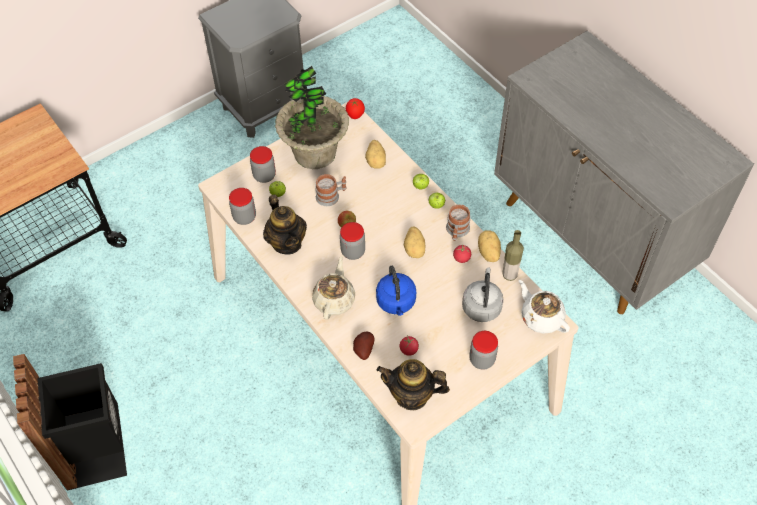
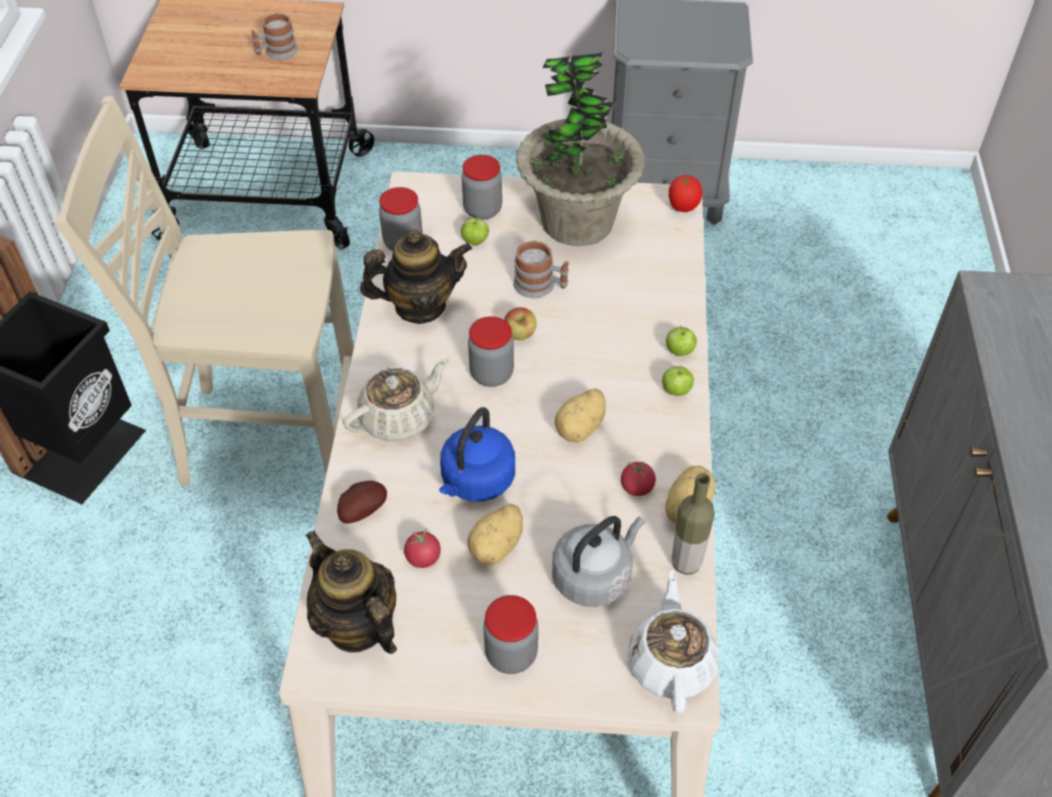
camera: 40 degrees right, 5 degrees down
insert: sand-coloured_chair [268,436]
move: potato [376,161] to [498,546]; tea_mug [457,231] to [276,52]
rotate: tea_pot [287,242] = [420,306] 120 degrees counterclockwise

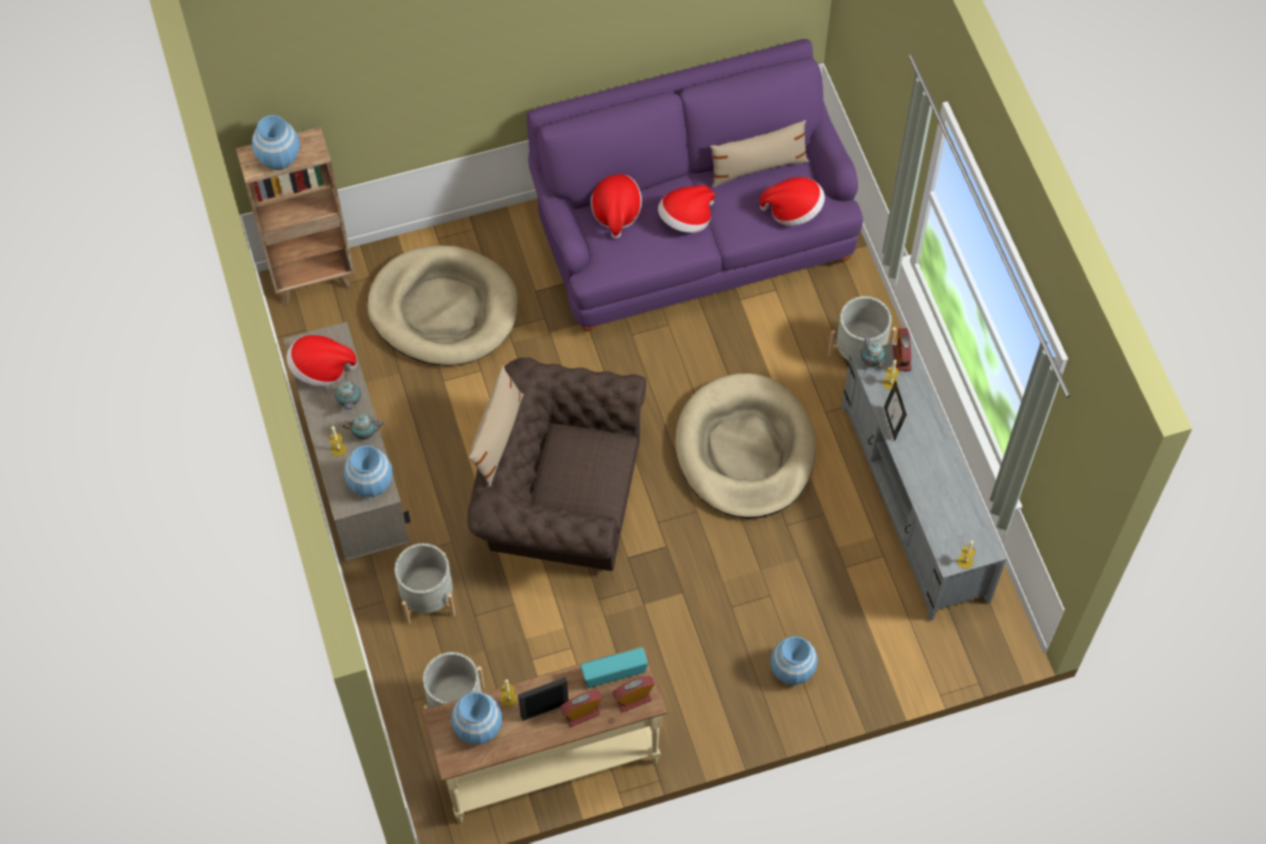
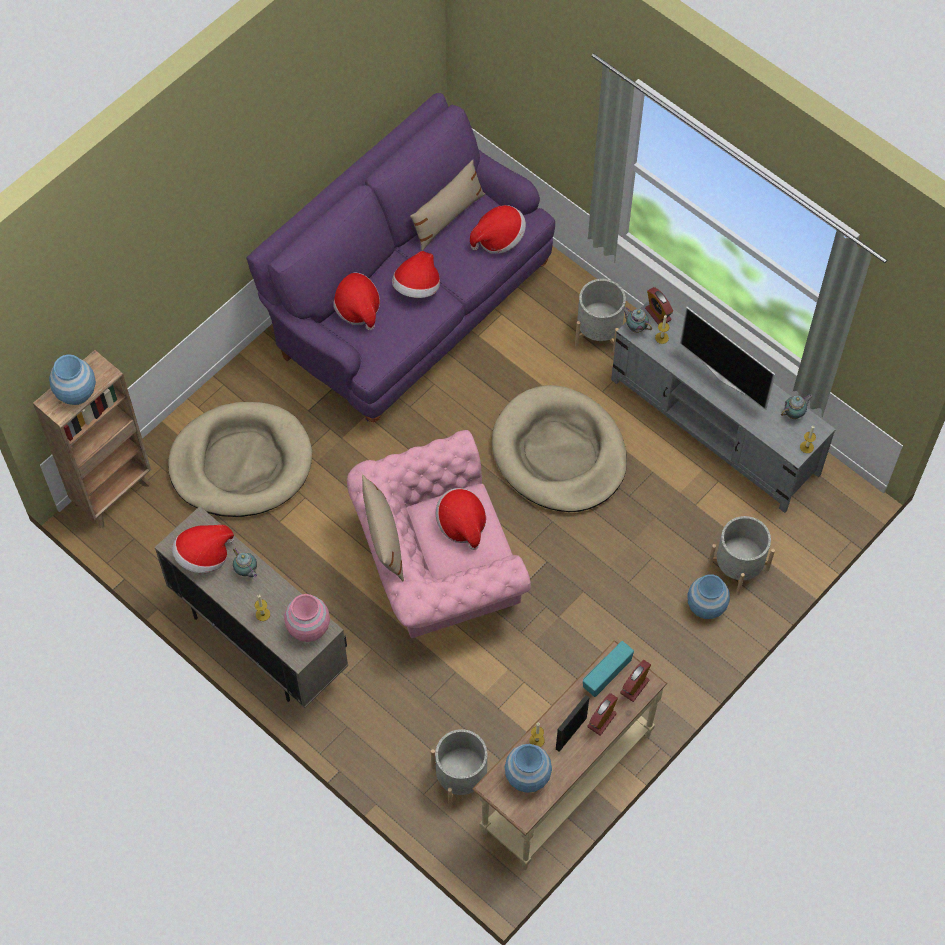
camera: 30 degrees left, 0 degrees up
delete: standing_frame [892,423]
insert: wearable_hat [461,524]; TV_set [724,378]
move: tea_pot [366,434] to [794,413]; grey_flower_pot [427,598] to [738,567]
recolor: blue-coloured_decorative_vase [371,483] to pinkish_decorative_vase [308,627]; brownish_armchair [559,498] to pinkish_armchair [437,568]

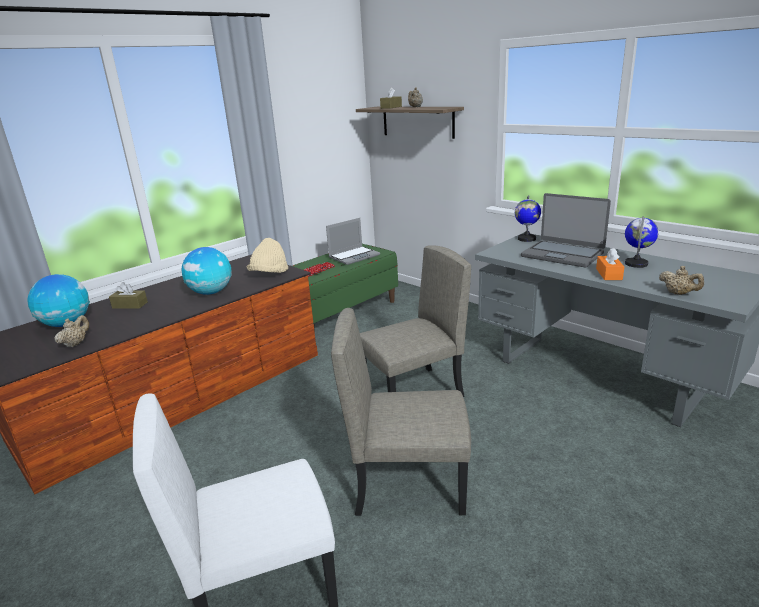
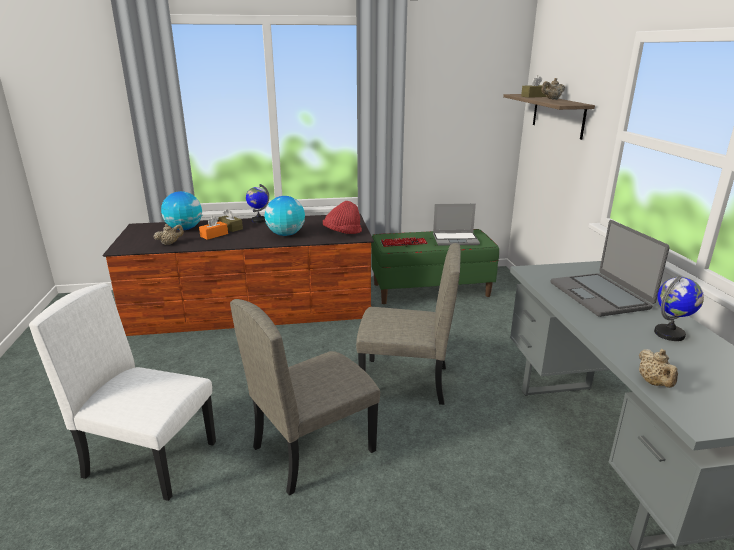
camera: 35 degrees right, 0 degrees up
move: world_globe [526,239] to [258,220]; orangey_tissue_box [609,274] to [214,235]
recolor: sand-coloured_wearable_hat [269,274] to reddish_wearable_hat [342,233]
rotate: sand-coloured_chair [409,483] = [313,448] 75 degrees counterclockwise

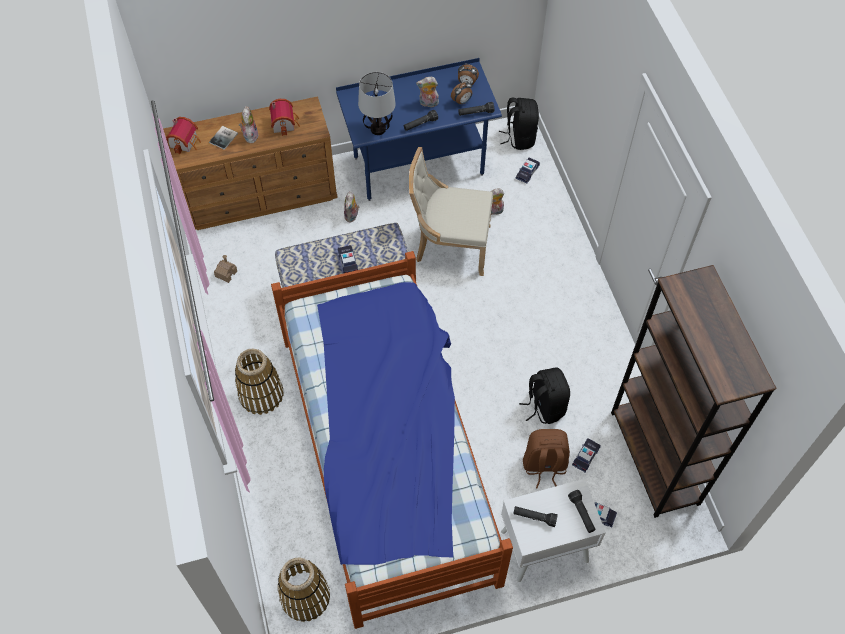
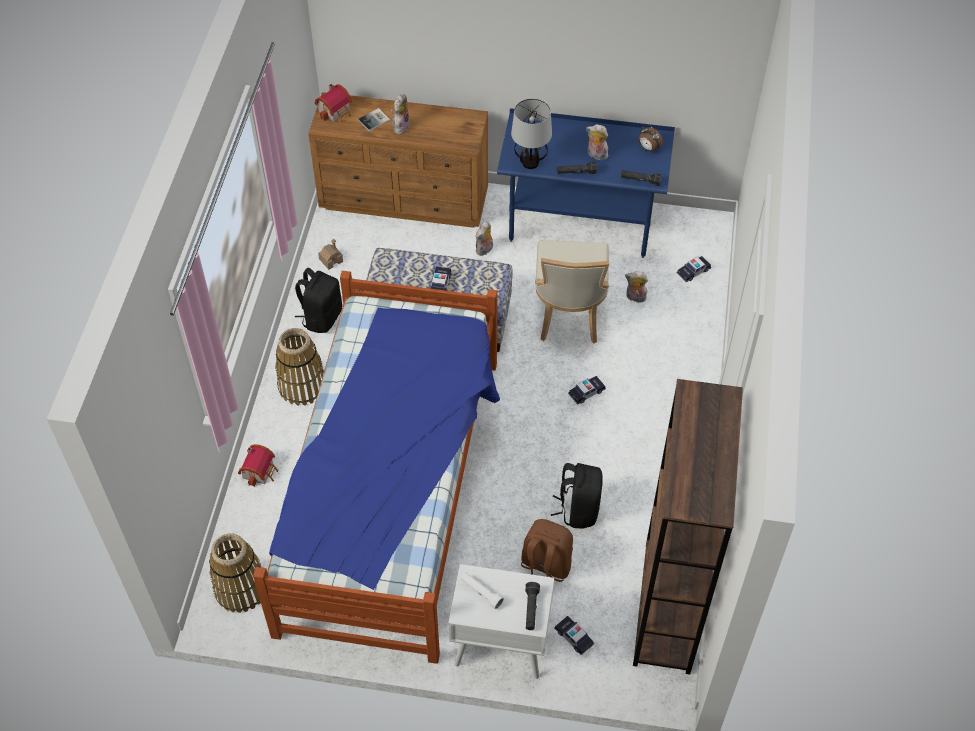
camera: 25 degrees right, 5 degrees down
delete: alarm_clock [462,101]
move: miniature_house [285,123] to [260,471]; black-coloured_rucksack [519,137] to [321,317]; model_car [585,456] to [586,392]
recolor: black-coloured_hand_torch [534,517] to white_hand_torch [481,592]
rotate: sand-coloured_chair [449,245] = [569,314] 120 degrees counterclockwise

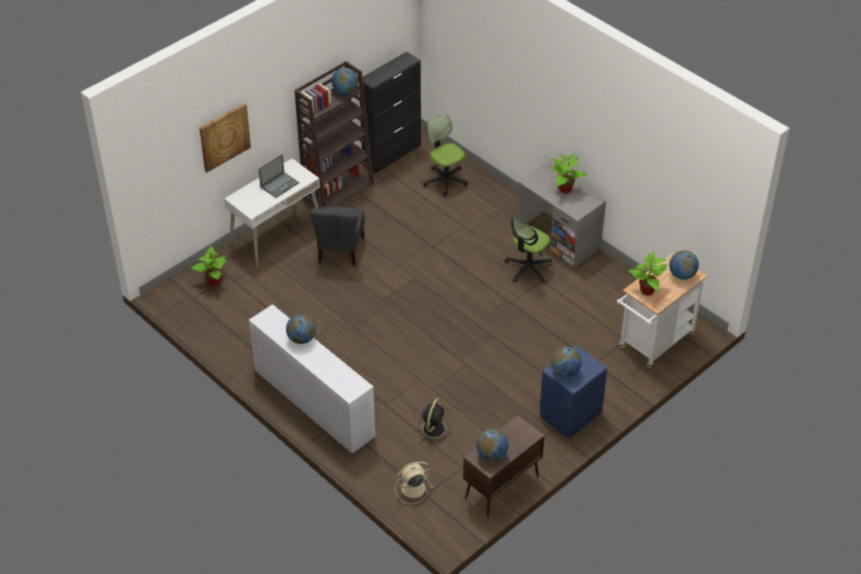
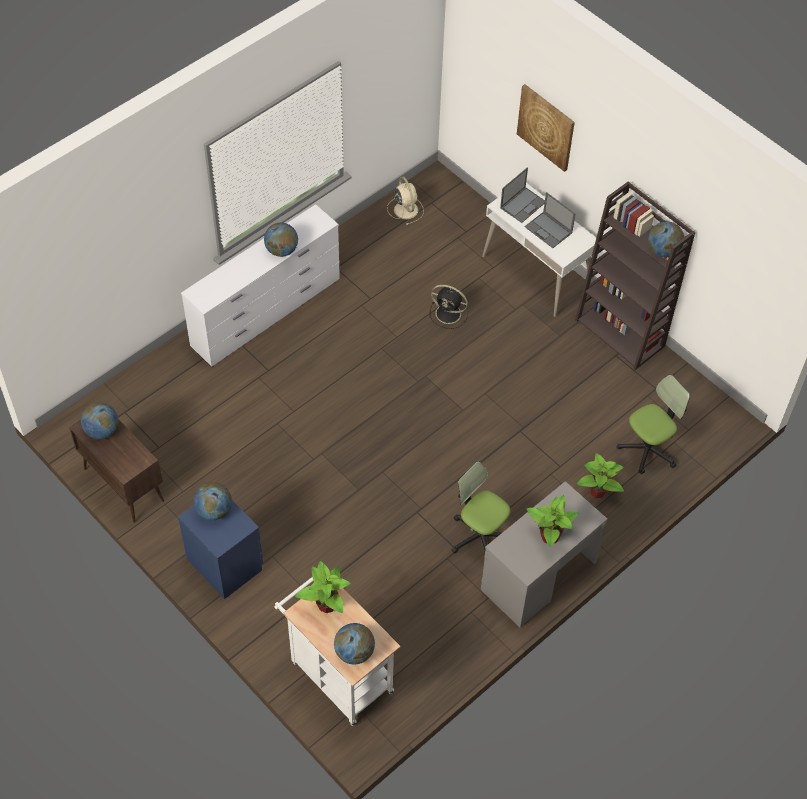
camera: 90 degrees right, 10 degrees up
delete: grey_chair [340,250]; black-coloured_cabinet [392,154]
insert: portable_computer [523,204]
move: houseplant [214,281] to [598,491]; sand-coloured_fan [412,489] to [405,209]; black-coloured_fan [434,428] to [449,314]

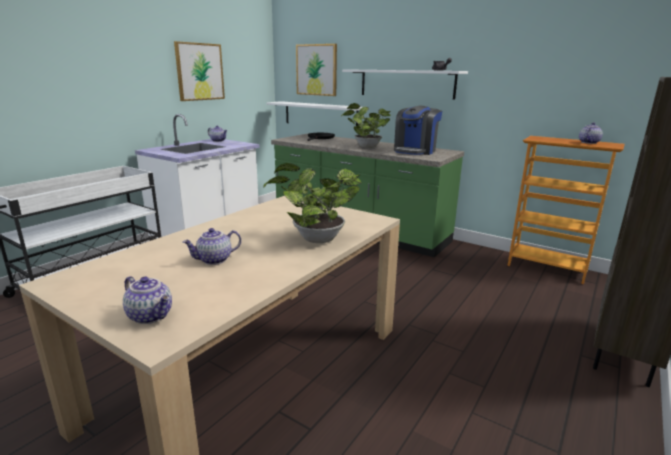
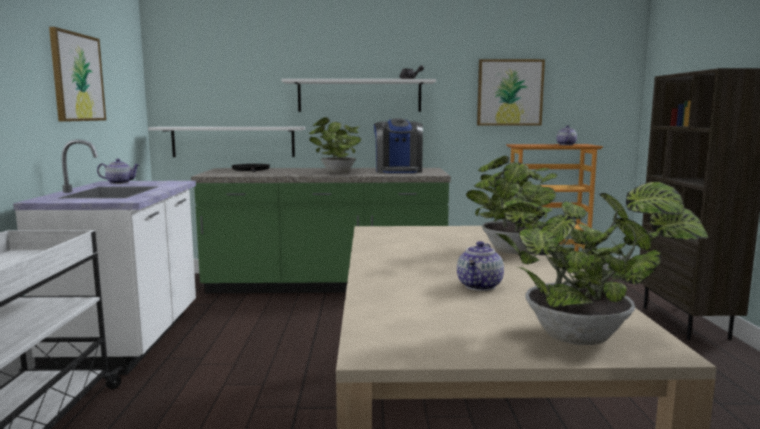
camera: 35 degrees left, 10 degrees down
move: wall_art [316,70] to [510,92]
replace: tea_pot [151,316] to houseplant [585,338]

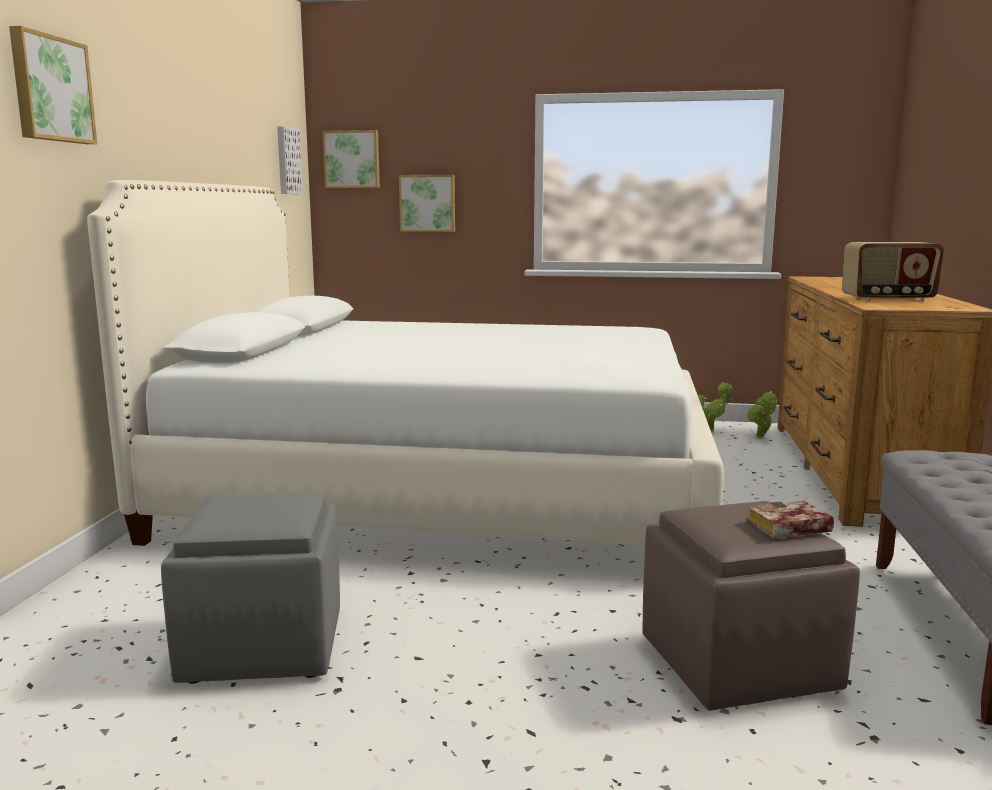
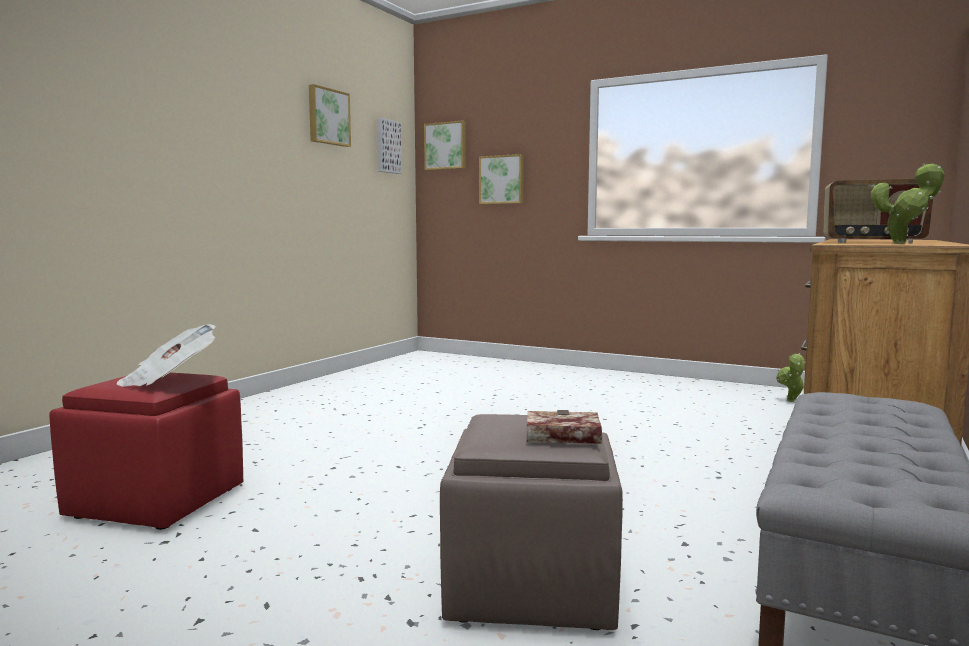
camera: 20 degrees right, 5 degrees down
delete: white_bed [445,492]
insert: daily_paper [169,380]
move: wall_art [50,89] to [328,117]; houseplant [712,431] to [903,244]
recolor: grey_footrest [262,645] to reddish_footrest [156,501]

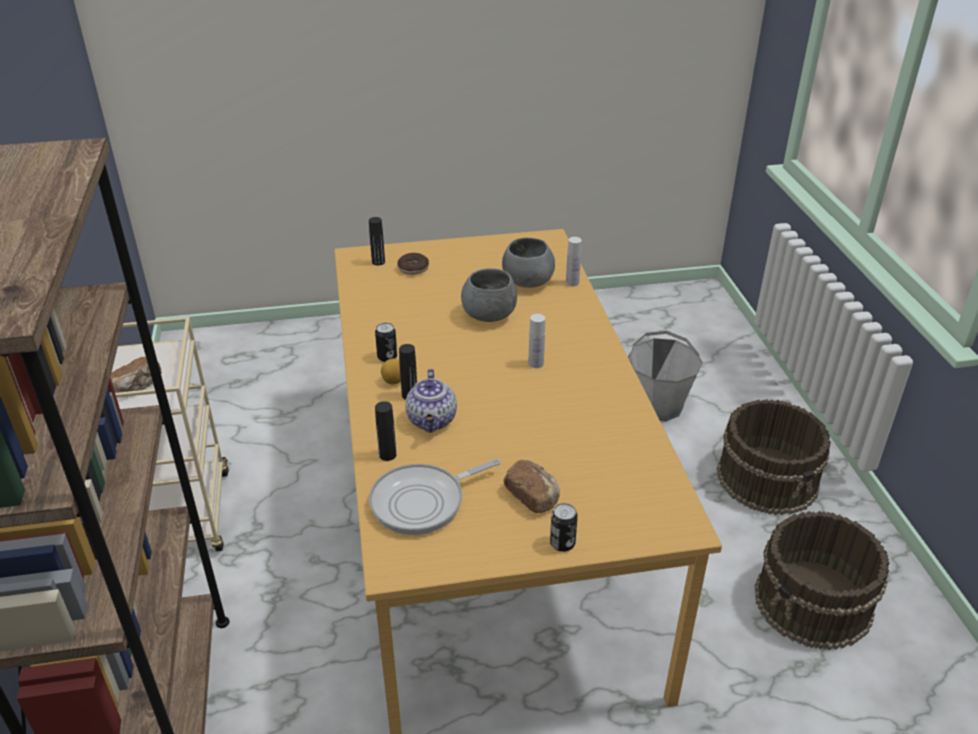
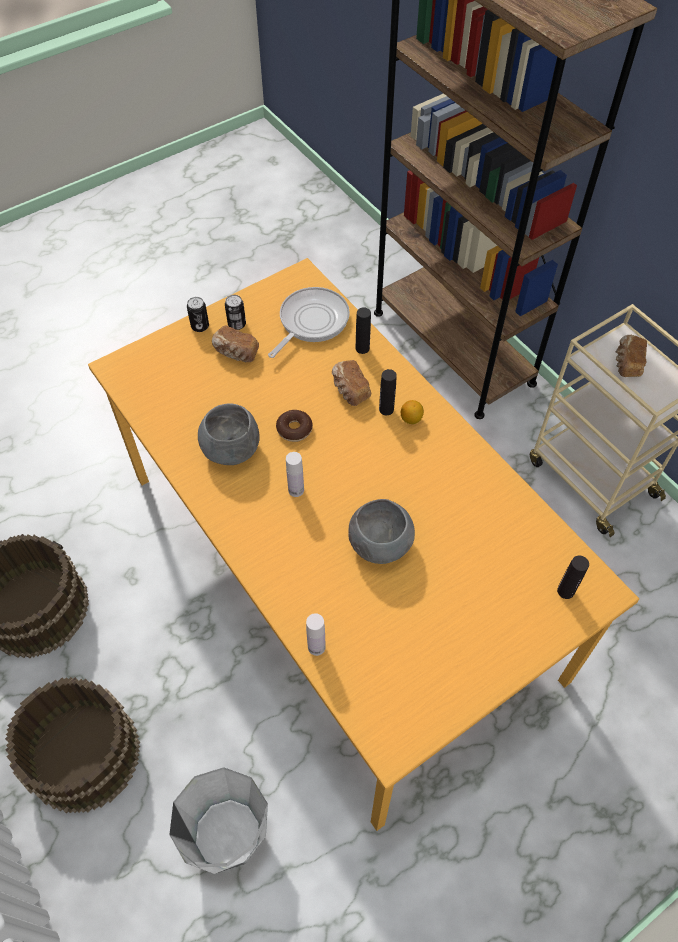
camera: 155 degrees right, 20 degrees up
move: can [387,357] to [237,324]; donut [413,268] to [294,429]; grey_bowl [527,282] to [231,450]
replace: tea_pot [432,421] to bakery_bread [349,390]

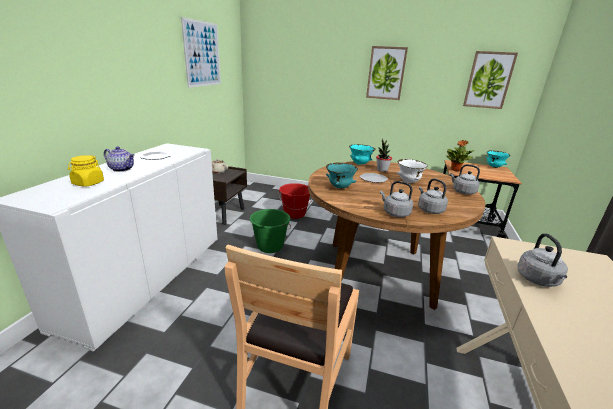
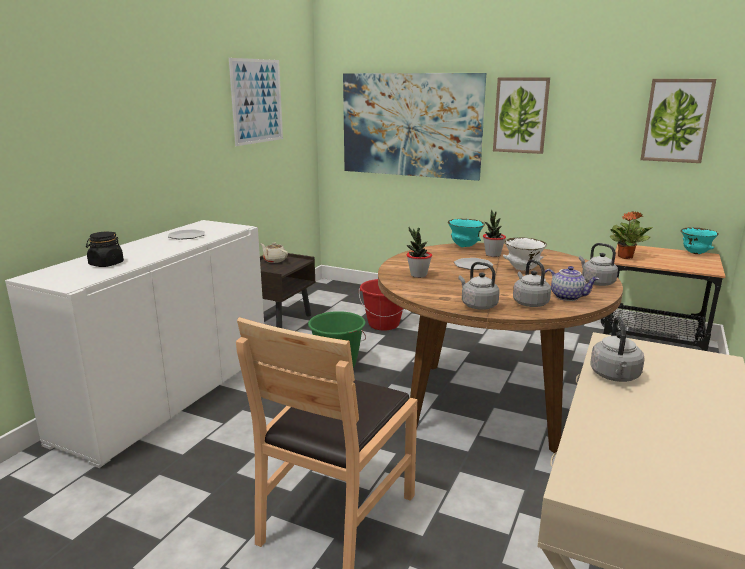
camera: 10 degrees right, 5 degrees down
insert: wall_art [410,125]
move: tea_pot [122,169] to [567,297]
replace: turquoise-coloured_bowl [339,187] to houseplant [418,275]
recolor: yellow-coloured_storage_jar [88,183] to black-coloured_storage_jar [106,264]

